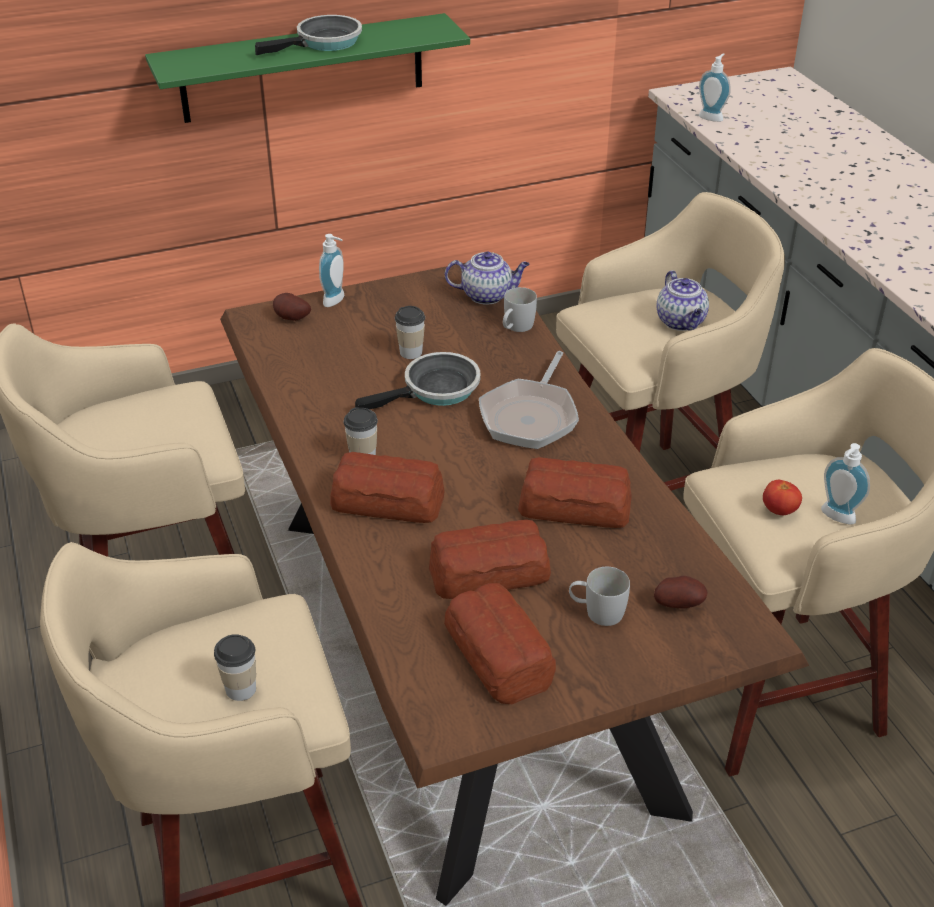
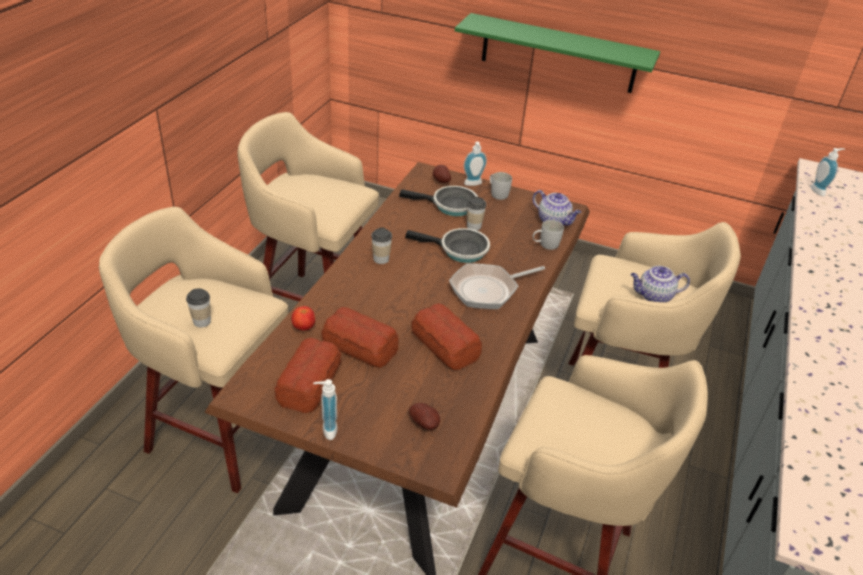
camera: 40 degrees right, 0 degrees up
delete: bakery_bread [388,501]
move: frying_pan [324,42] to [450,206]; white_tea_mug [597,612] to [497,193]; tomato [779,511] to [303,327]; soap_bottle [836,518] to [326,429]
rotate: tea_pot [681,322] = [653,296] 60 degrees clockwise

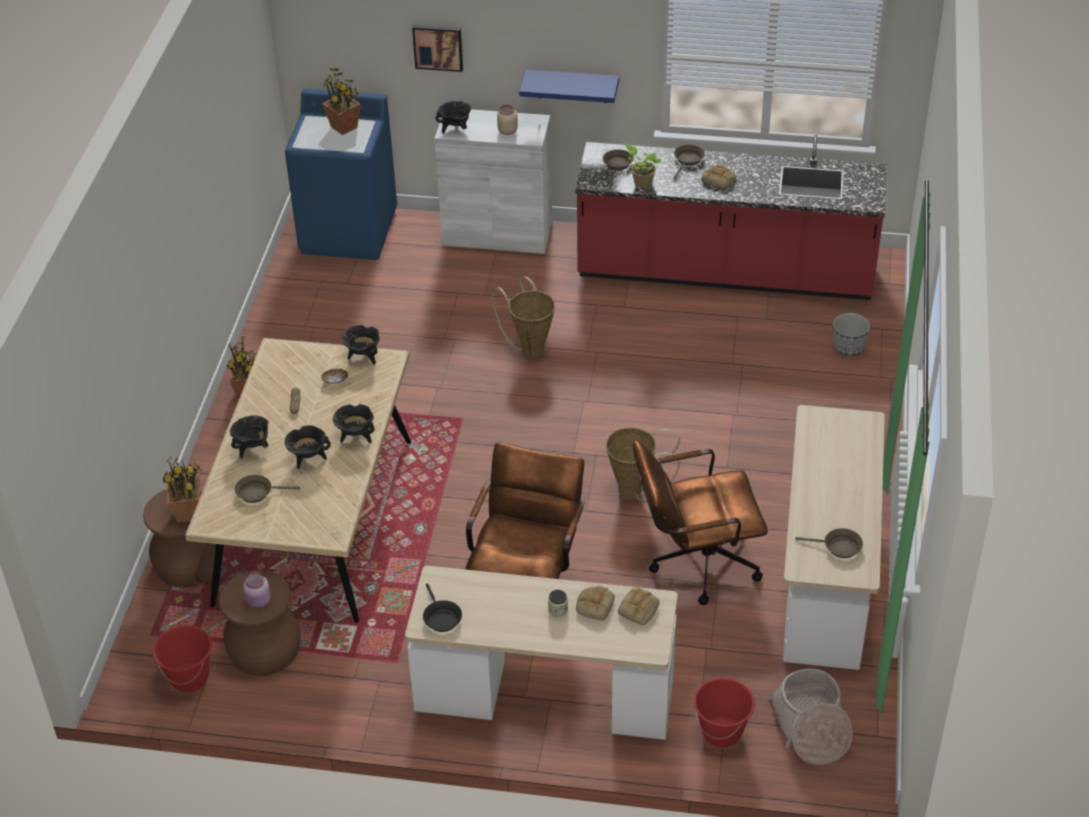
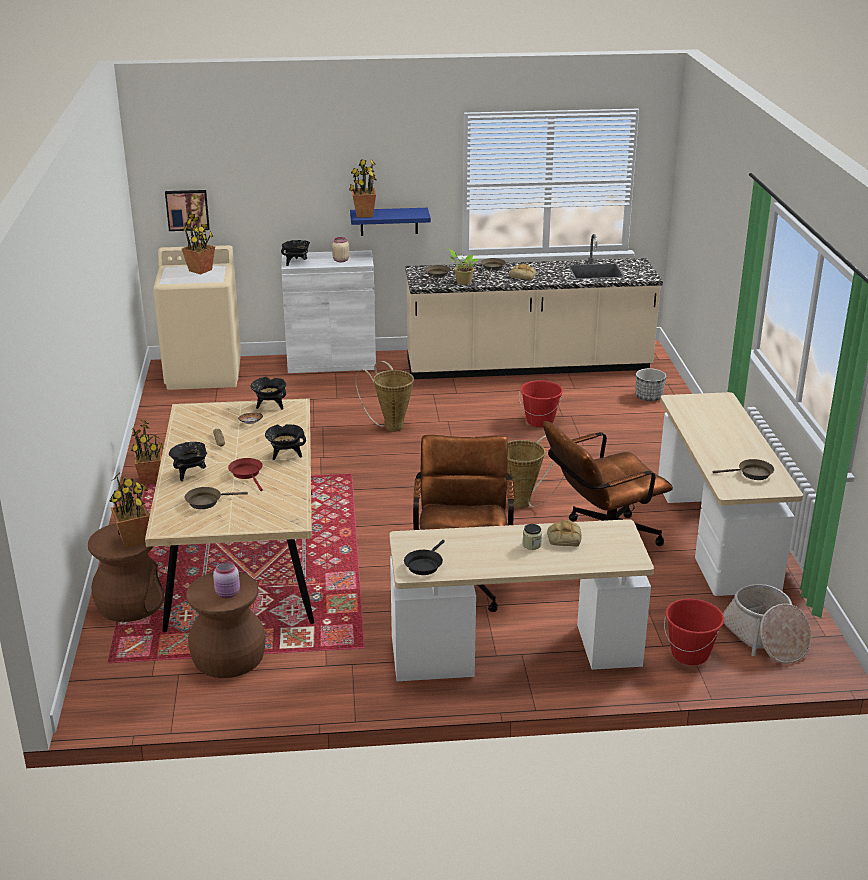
camera: 15 degrees left, 15 degrees down
delete: bakery_bread [639,610]
insert: houseplant [364,215]
move: reddish_water_bucket [189,678] to [540,421]; wall_art [438,46] to [187,209]
replace: black-coloured_stockpot [308,459] to reddish_frying_pan [247,474]
recolor: blue-coloured_laundry_appliance [349,232] to sand-coloured_laundry_appliance [204,373]; reddish_kitchen_counter [725,274] to sand-coloured_kitchen_counter [528,366]
rotate: black-coloured_frying_pan [441,618] = [424,565] 60 degrees clockwise

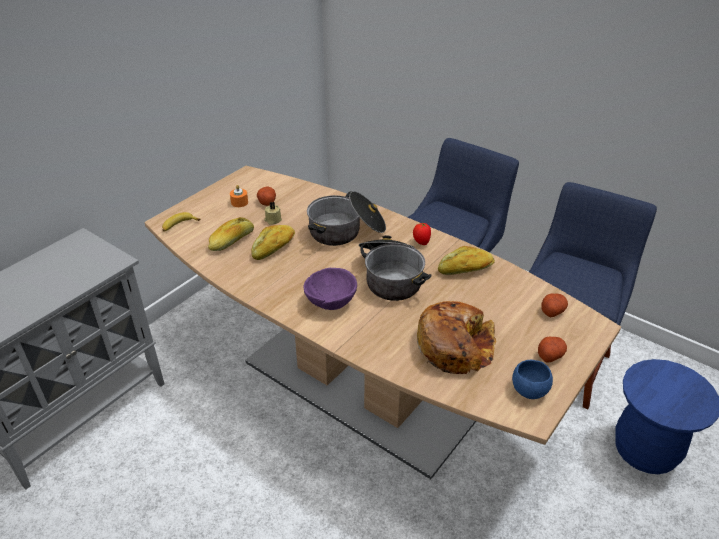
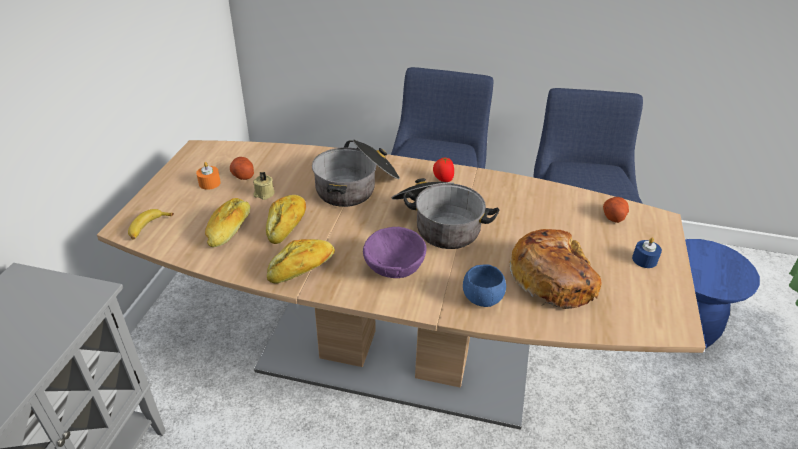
camera: 25 degrees left, 0 degrees up
move: bakery_bread [465,269] to [302,269]; blue-coloured_bowl [529,390] to [482,298]
replace: potato [550,355] to blue-coloured_candle [644,260]

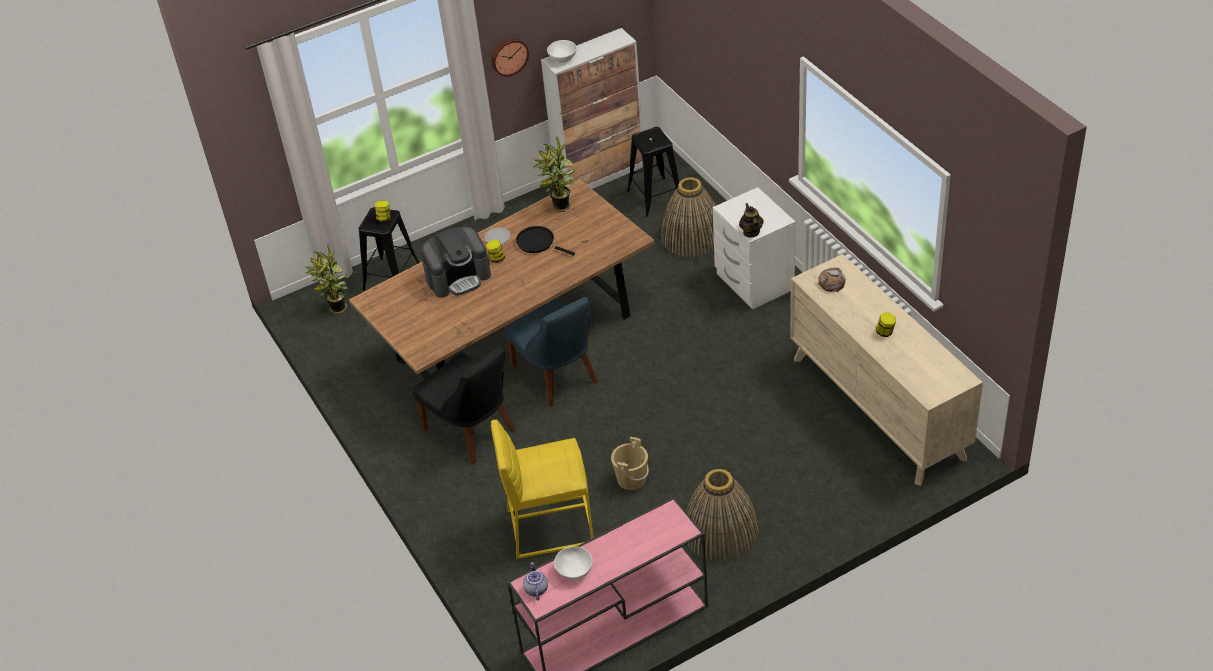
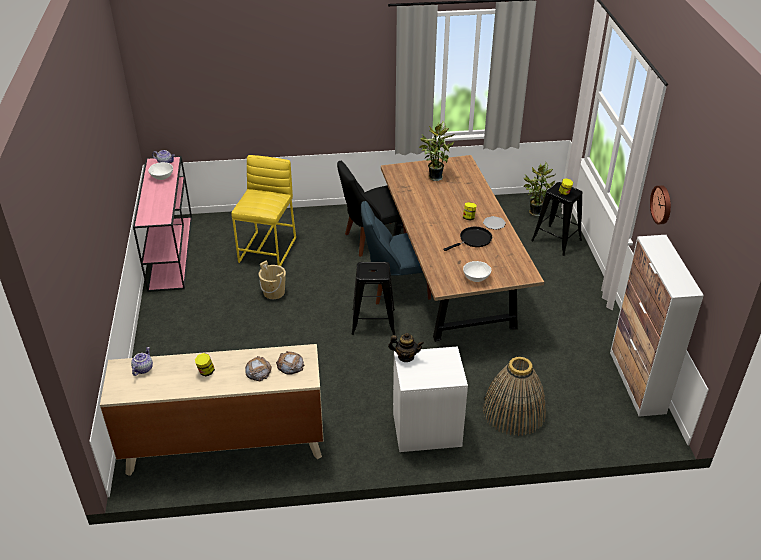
camera: 110 degrees right, 5 degrees down
delete: coffee_brewer [458,277]; basket [720,531]
insert: tea_pot [142,368]; bakery_bread [258,371]
move: houseplant [560,207] to [434,177]; white_bowl [562,58] to [476,278]; black-coloured_sitting_stool [655,197] to [373,321]

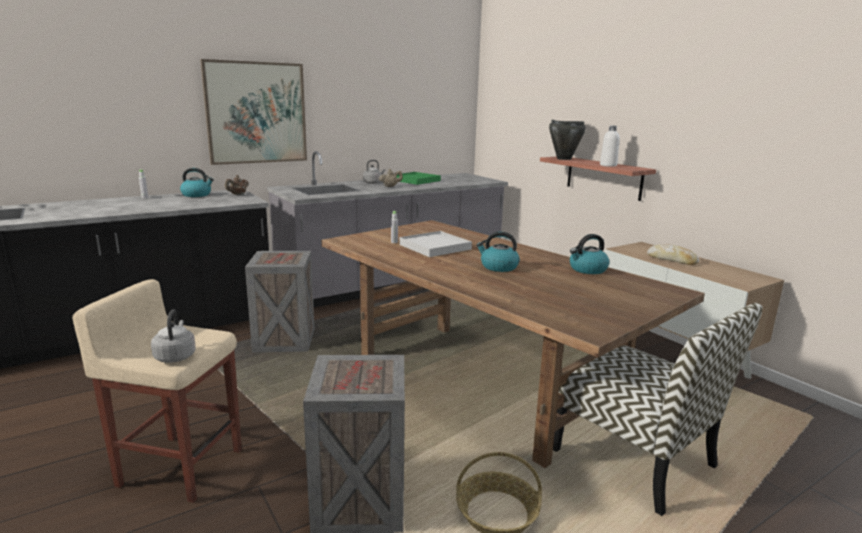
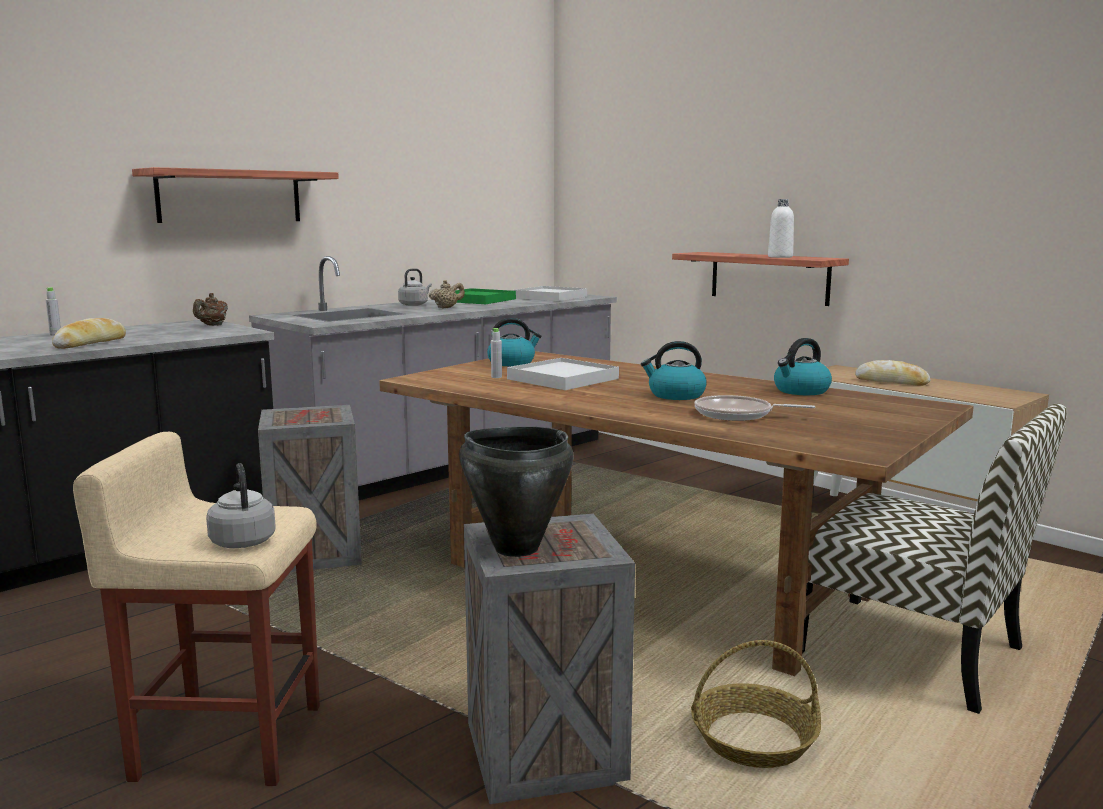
camera: 10 degrees left, 5 degrees down
insert: bakery_bread [90,343]; white_tray [550,297]; frying_pan [738,415]
move: water_kettle [197,195] to [512,363]; black-coloured_stockpot [563,159] to [515,548]
replace: wall_art [256,113] to bracket_shelf [230,196]

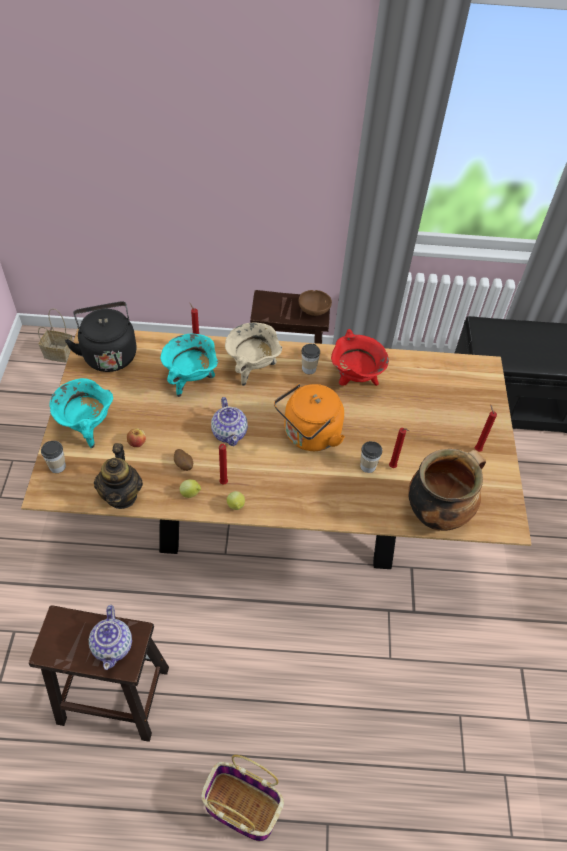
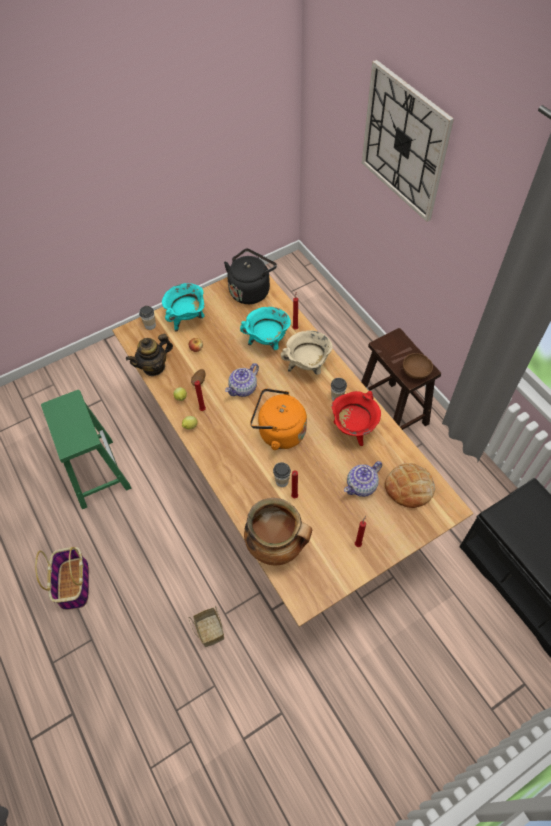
camera: 60 degrees right, 5 degrees up
insert: wall_clock [404,142]; bakery_bread [409,487]
move: basket [58,353] to [209,630]; tea_pot [113,645] to [362,485]
recolor: brownish_sitting_stool [112,695] to greenish_sitting_stool [96,472]

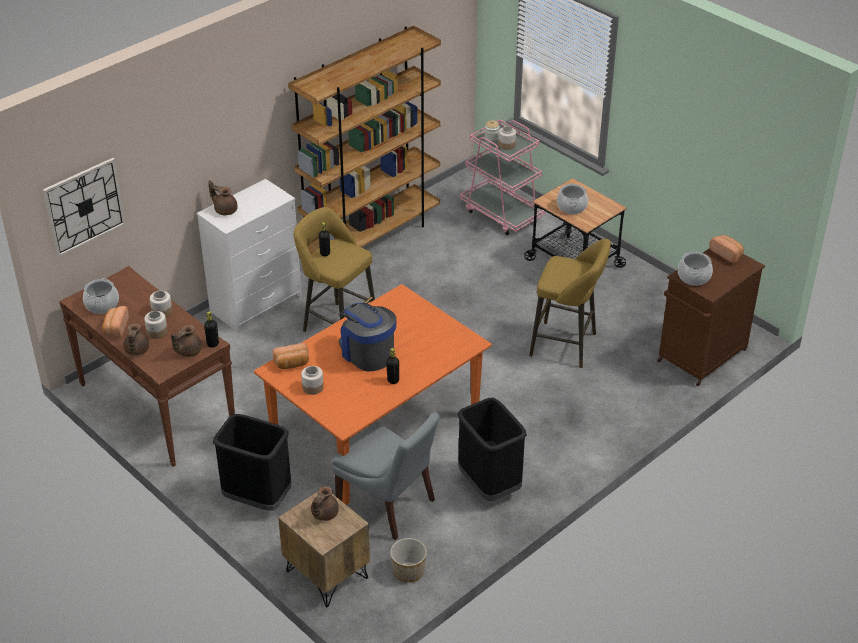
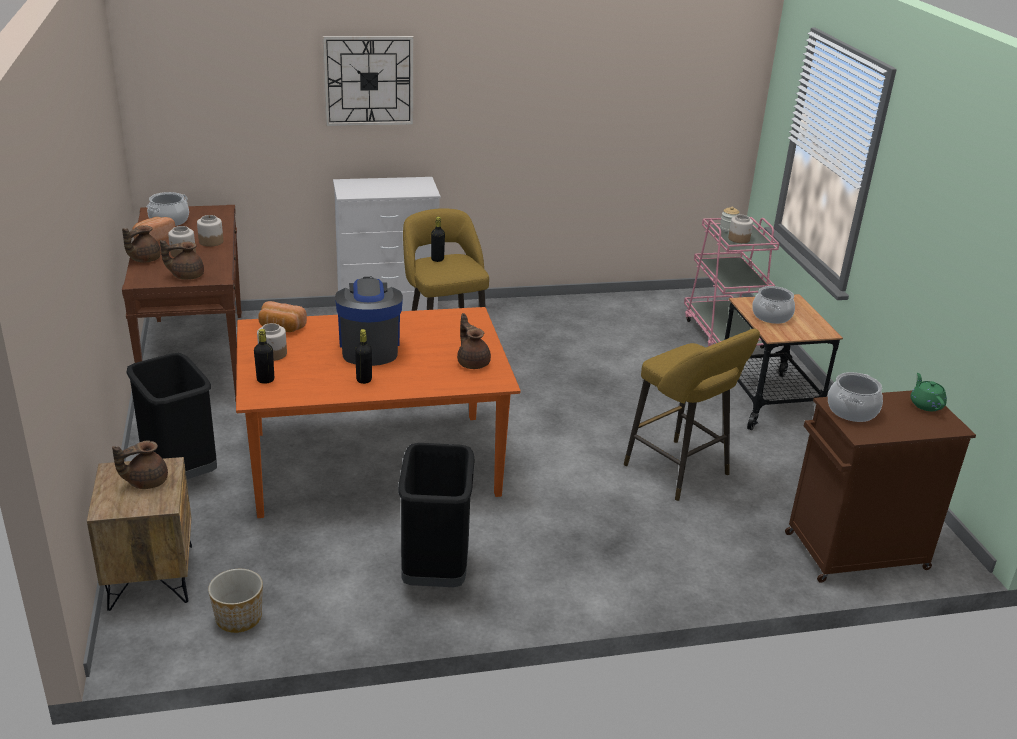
camera: 30 degrees right, 10 degrees down
delete: brownish_bookshelf [372,238]; grey_chair [388,505]
move: wall_clock [84,206] to [369,81]; black-coloured_beverage_bottle [213,344] to [265,380]; brownish_tea_pot [225,210] to [473,362]
replace: bakery_bread [727,254] to greenish_tea_pot [925,404]

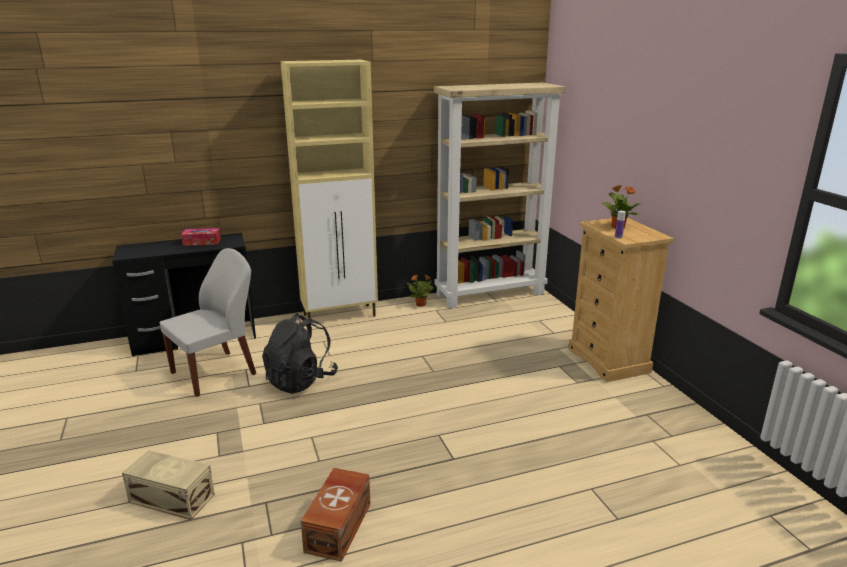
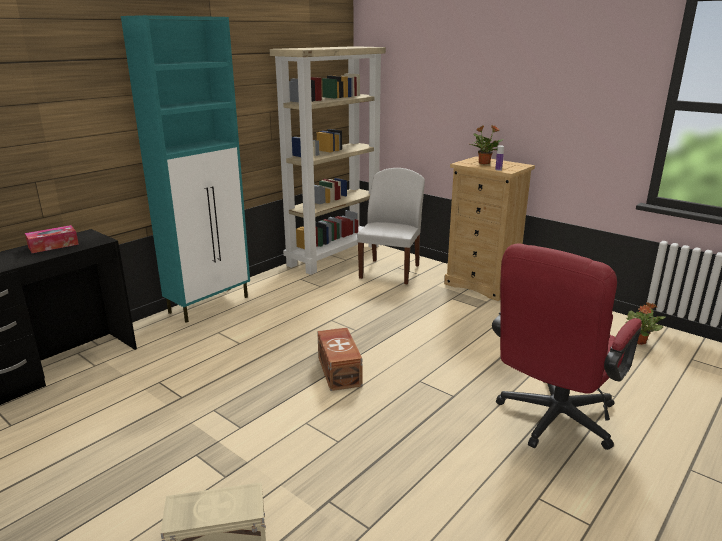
camera: 30 degrees left, 0 degrees up
delete: black-coloured_rucksack [301,381]
insert: reddish_computer_chair [551,421]
move: white_chair [216,373] to [390,271]; brownish_storage_box [340,527] to [340,370]; houseplant [421,304] to [639,341]
recolor: sand-coloured_cabinet [340,315] to turquoise-coloured_cabinet [210,304]

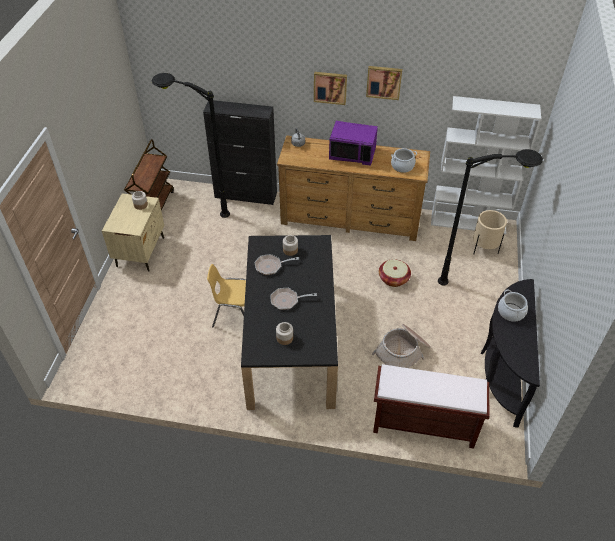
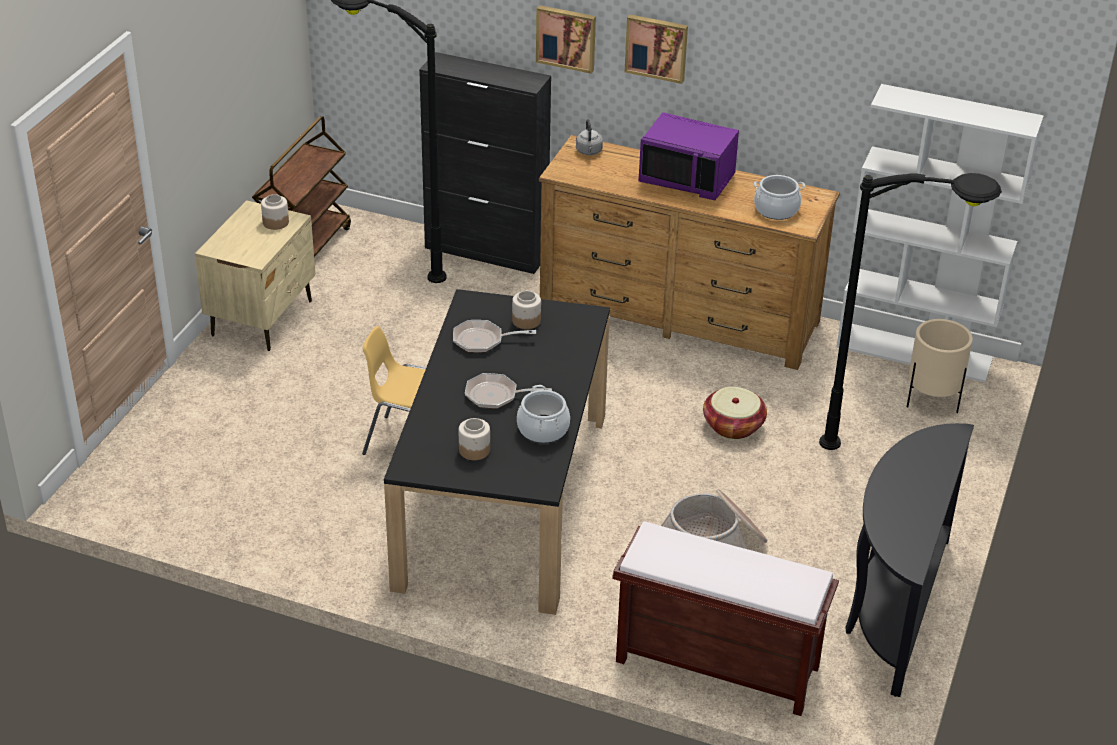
camera: 10 degrees right, 10 degrees down
move: wall_art [384,82] to [566,37]; stockpot [511,312] to [543,429]

